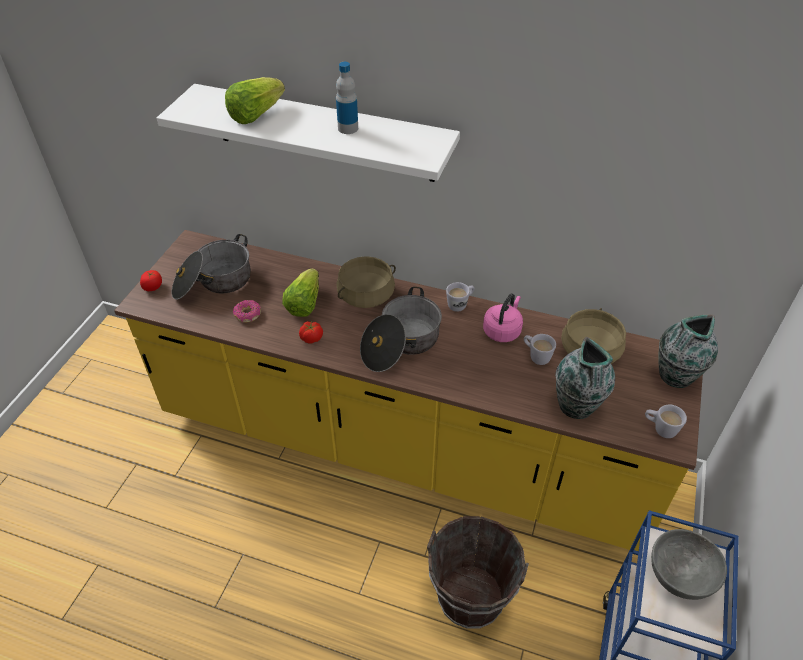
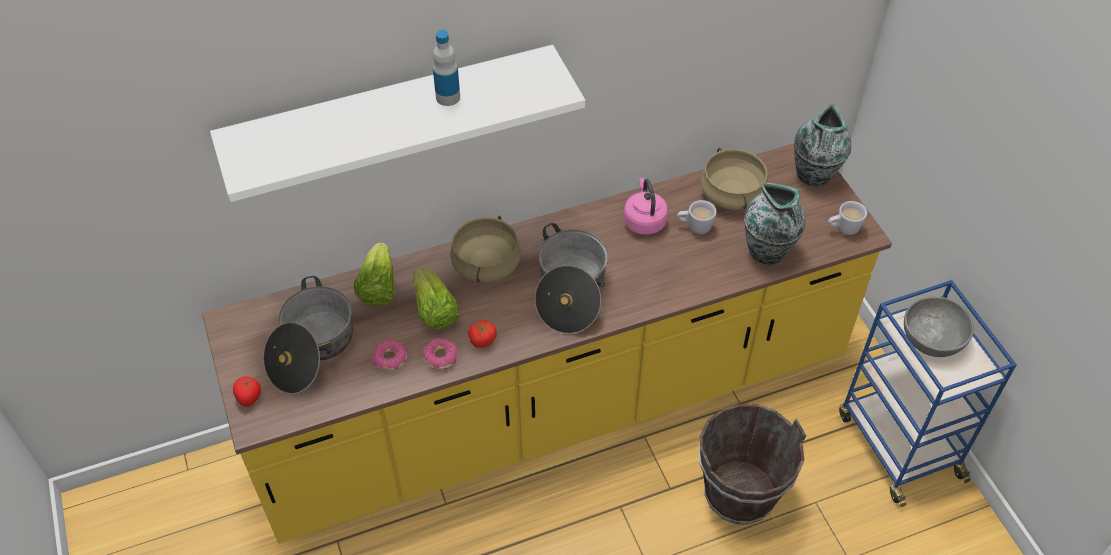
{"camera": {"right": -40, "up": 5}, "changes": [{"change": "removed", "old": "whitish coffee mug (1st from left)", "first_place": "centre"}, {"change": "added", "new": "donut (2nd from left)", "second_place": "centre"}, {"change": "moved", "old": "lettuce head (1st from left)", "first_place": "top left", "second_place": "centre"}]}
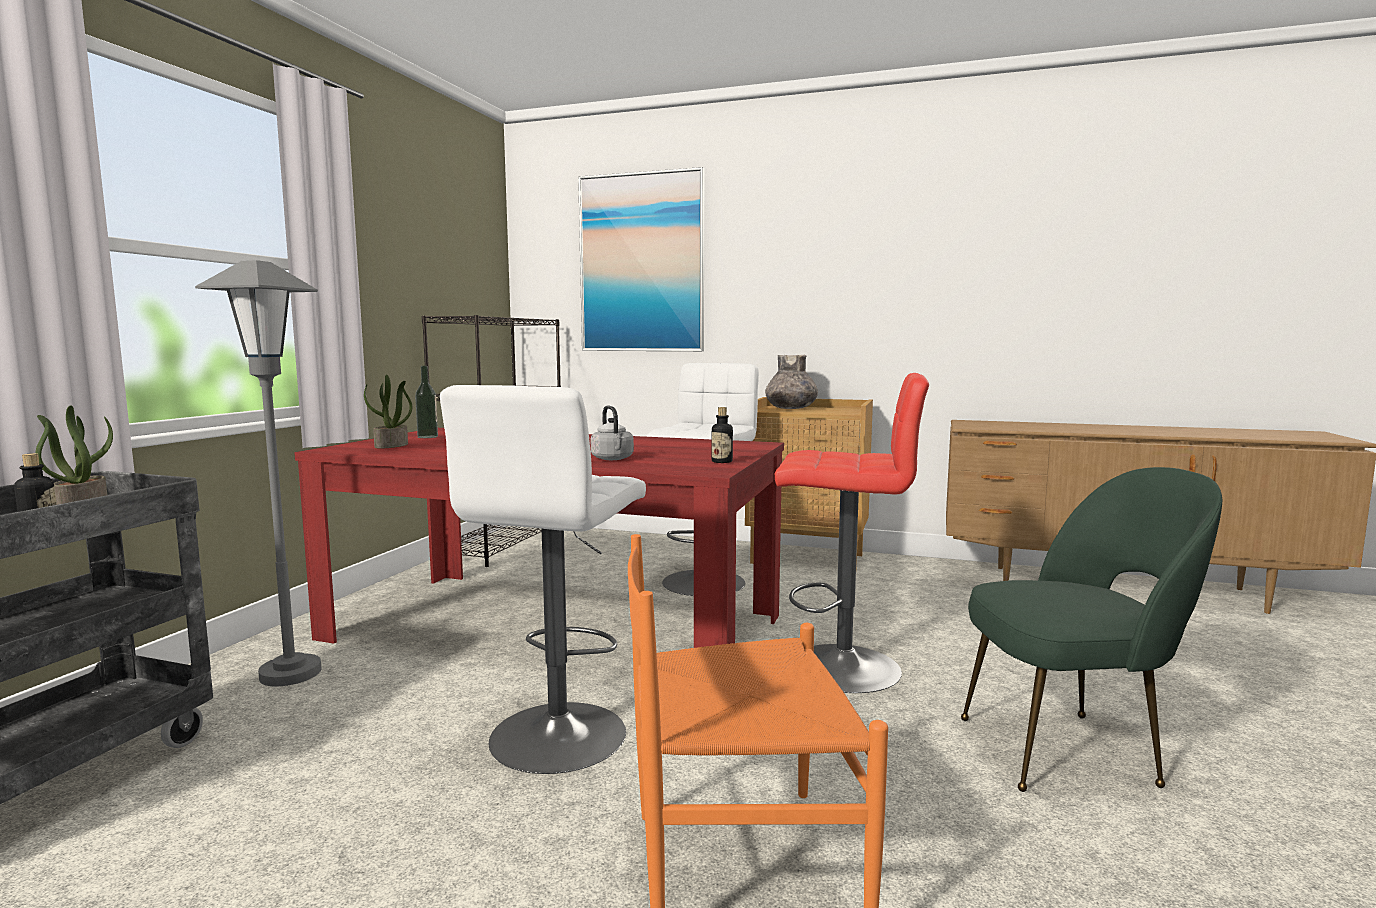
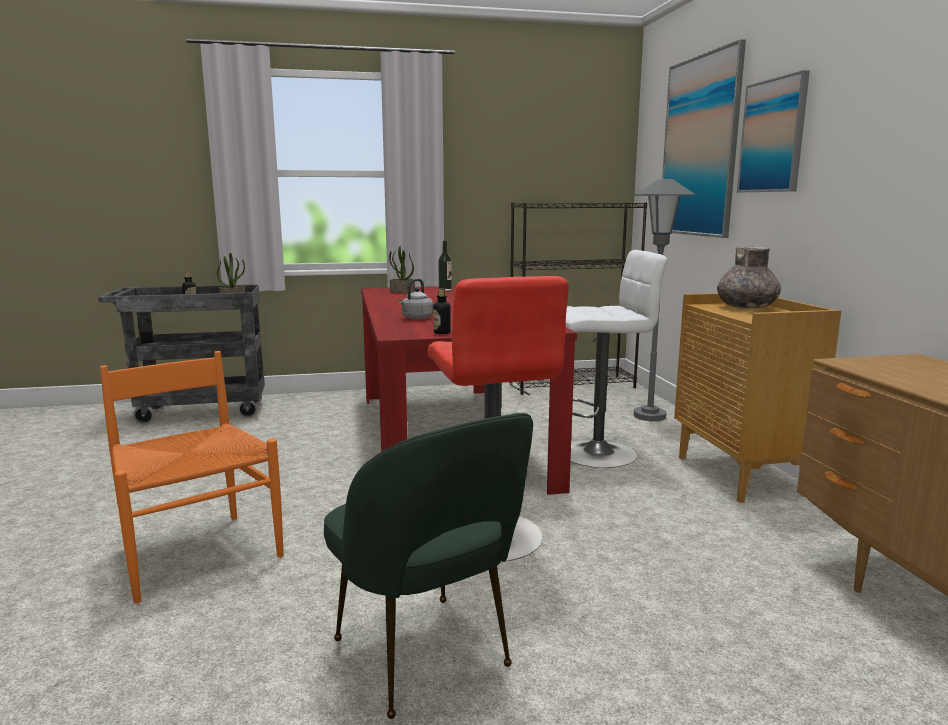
{"camera": {"right": 60, "up": 5}, "changes": [{"change": "removed", "old": "whitish stool seat (1st from left)", "first_place": "centre"}, {"change": "added", "new": "wall picture (2nd from left)", "second_place": "top right"}, {"change": "moved", "old": "grey standing lamp", "first_place": "middle left", "second_place": "middle right"}]}
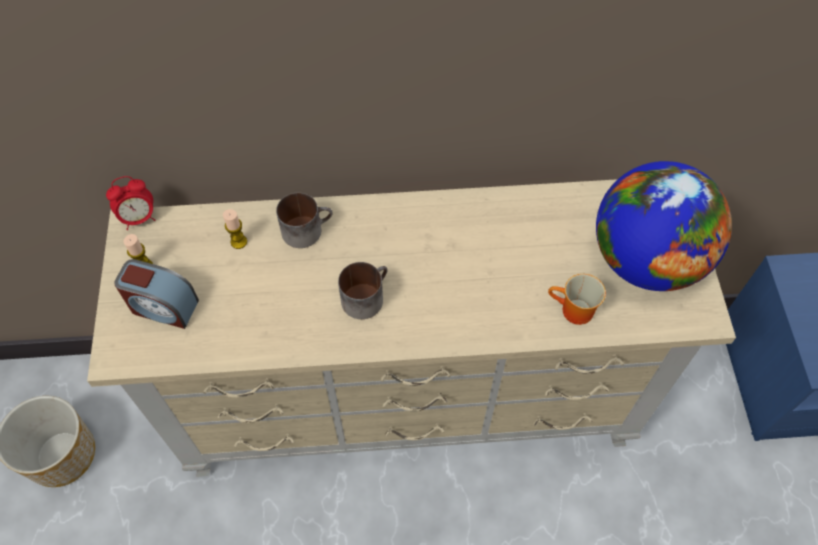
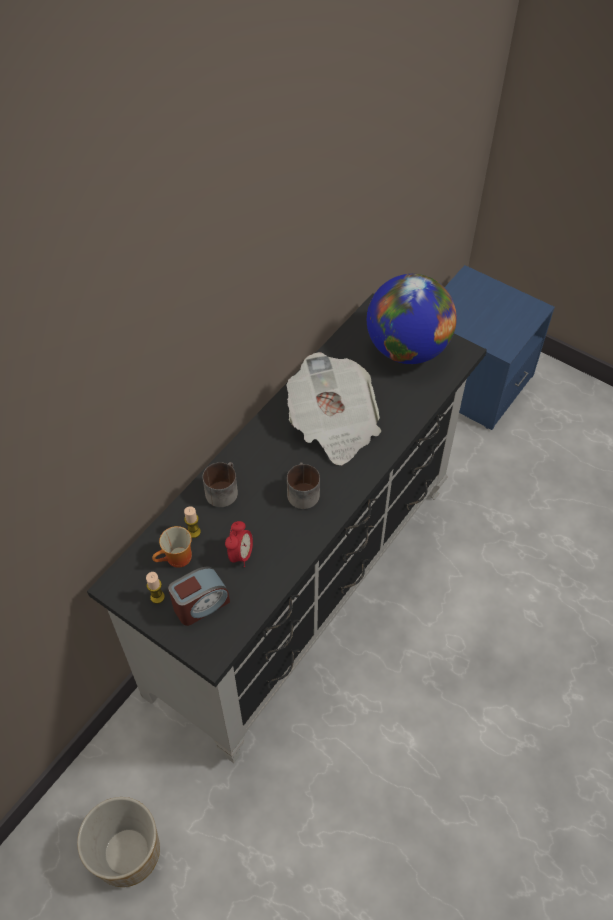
{"camera": {"right": -50, "up": -5}, "changes": [{"change": "added", "new": "newspaper", "second_place": "centre"}, {"change": "moved", "old": "table clock (1st from left in the first image)", "new": "table clock (2nd from left)", "first_place": "middle left", "second_place": "centre"}, {"change": "moved", "old": "coffee mug (3rd from left in the first image)", "new": "coffee mug (1st from left)", "first_place": "middle right", "second_place": "middle left"}, {"change": "recoloured", "old": "sand-coloured chest of drawers", "new": "black chest of drawers", "first_place": "centre", "second_place": "centre"}]}
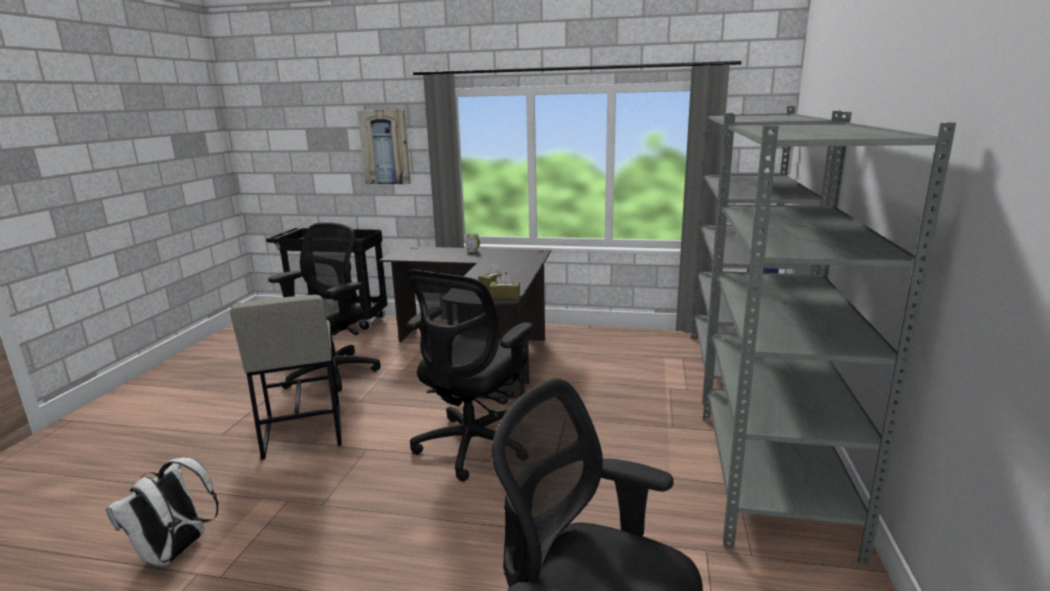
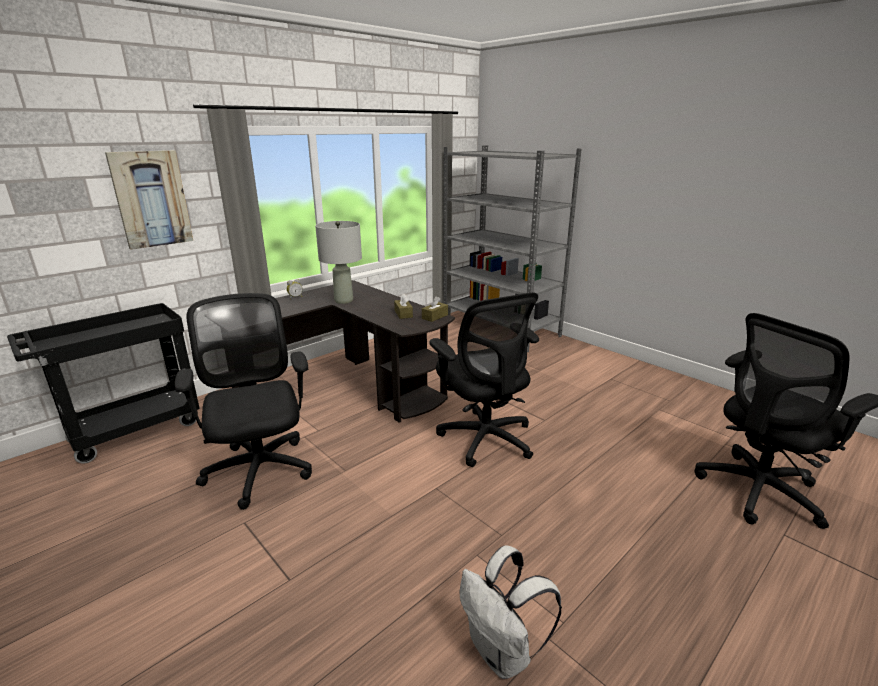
{"camera": {"right": -55, "up": 5}, "changes": [{"change": "removed", "old": "grey upright chair", "first_place": "middle left"}, {"change": "removed", "old": "grey bookcase (2nd from left)", "first_place": "middle right"}, {"change": "added", "new": "grey tabletop lamp", "second_place": "centre"}]}
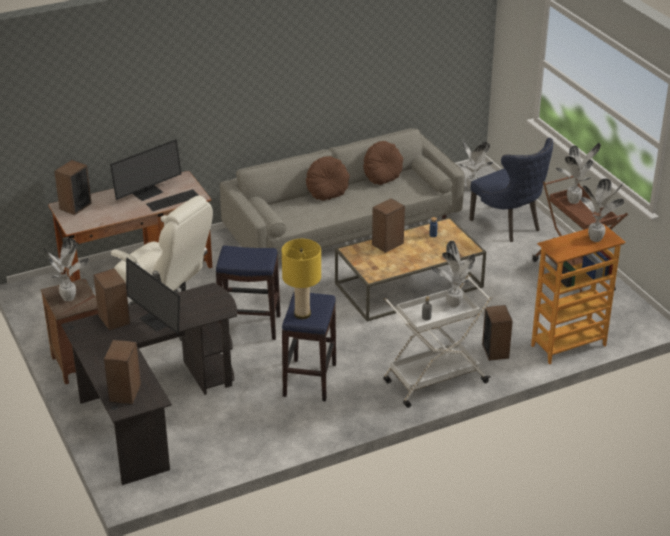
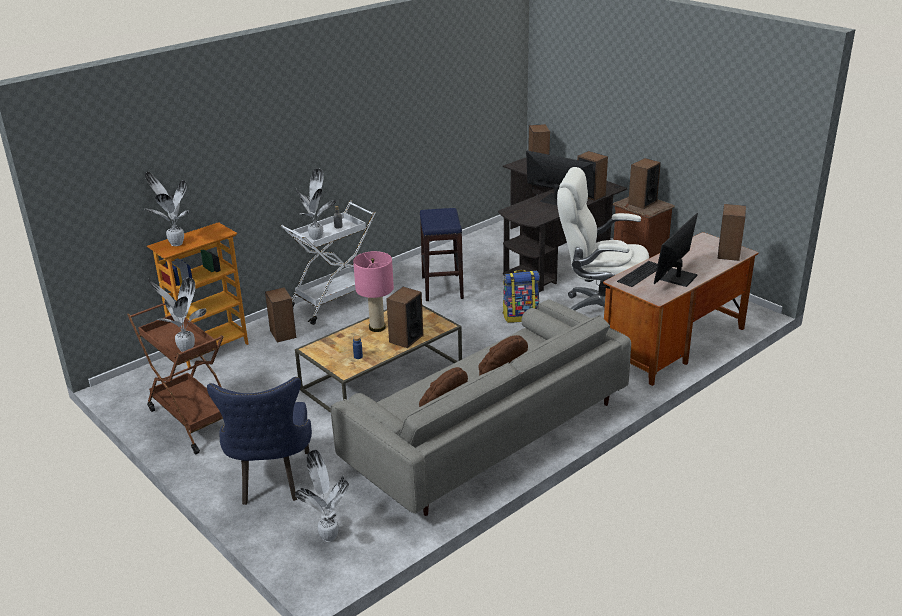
{"camera": {"right": 165, "up": -5}, "changes": [{"change": "removed", "old": "yellow tabletop lamp", "first_place": "centre"}, {"change": "added", "new": "pink-coloured tabletop lamp", "second_place": "centre"}, {"change": "replaced", "old": "plant in a pot (1st from left)", "new": "speaker (5th from left)", "first_place": "middle left", "second_place": "top right"}, {"change": "replaced", "old": "stool seat (1st from left)", "new": "rucksack", "first_place": "centre", "second_place": "centre"}, {"change": "turned", "old": "blue upright chair", "first_place": "middle right", "second_place": "bottom left", "degrees": -135}]}
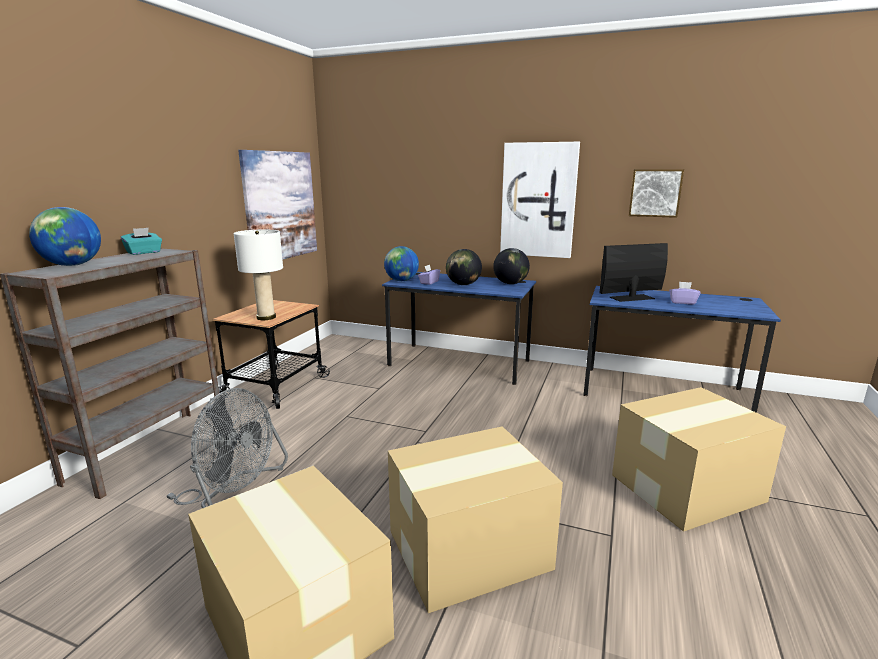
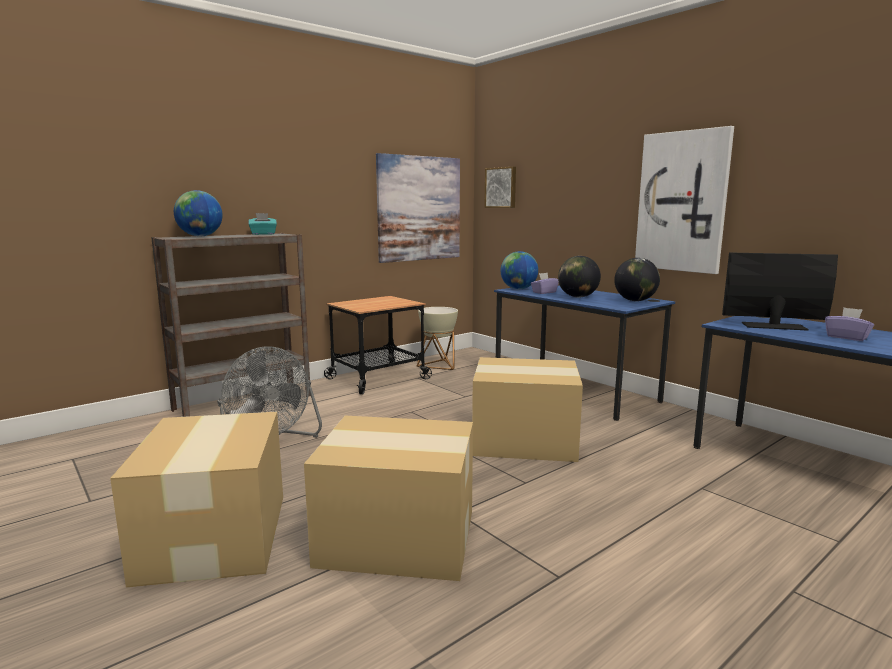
{"camera": {"right": 30, "up": -5}, "changes": [{"change": "removed", "old": "whitish tabletop lamp", "first_place": "middle left"}, {"change": "added", "new": "plant pot", "second_place": "centre"}, {"change": "moved", "old": "carton (3rd from left)", "first_place": "bottom right", "second_place": "centre"}, {"change": "moved", "old": "wall picture (3rd from left in the first image)", "new": "wall picture (2nd from left)", "first_place": "top right", "second_place": "top centre"}]}
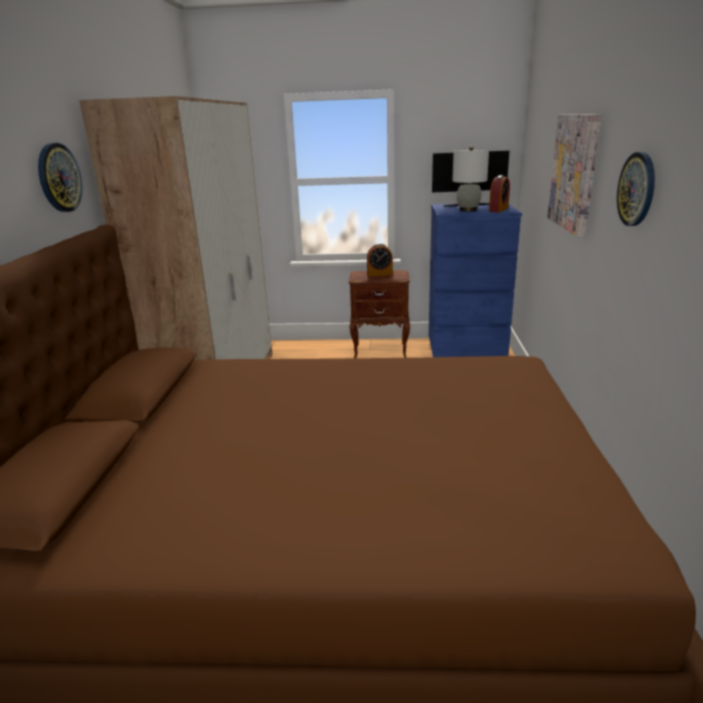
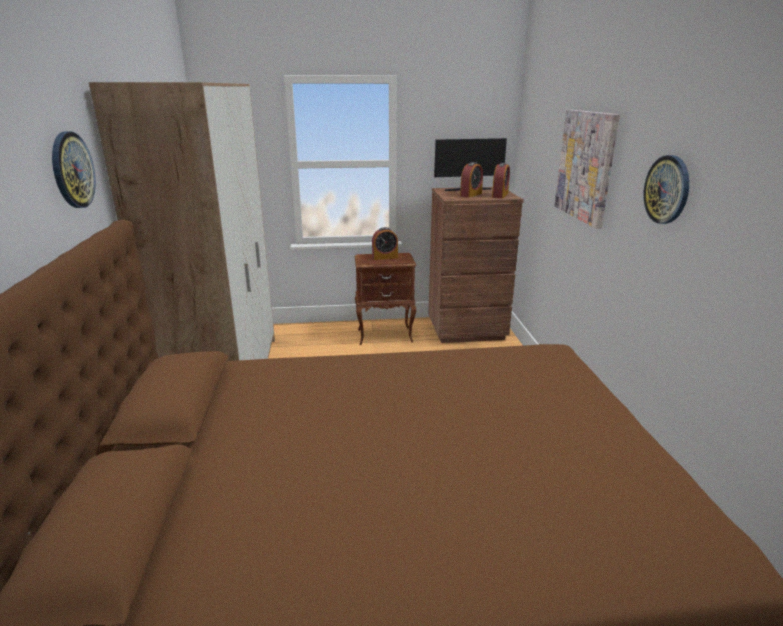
{"camera": {"right": -10, "up": 0}, "changes": [{"change": "replaced", "old": "whitish tabletop lamp", "new": "table clock (2nd from left)", "first_place": "top right", "second_place": "top centre"}, {"change": "recoloured", "old": "blue chest of drawers", "new": "brown-coloured chest of drawers", "first_place": "middle right", "second_place": "centre"}]}
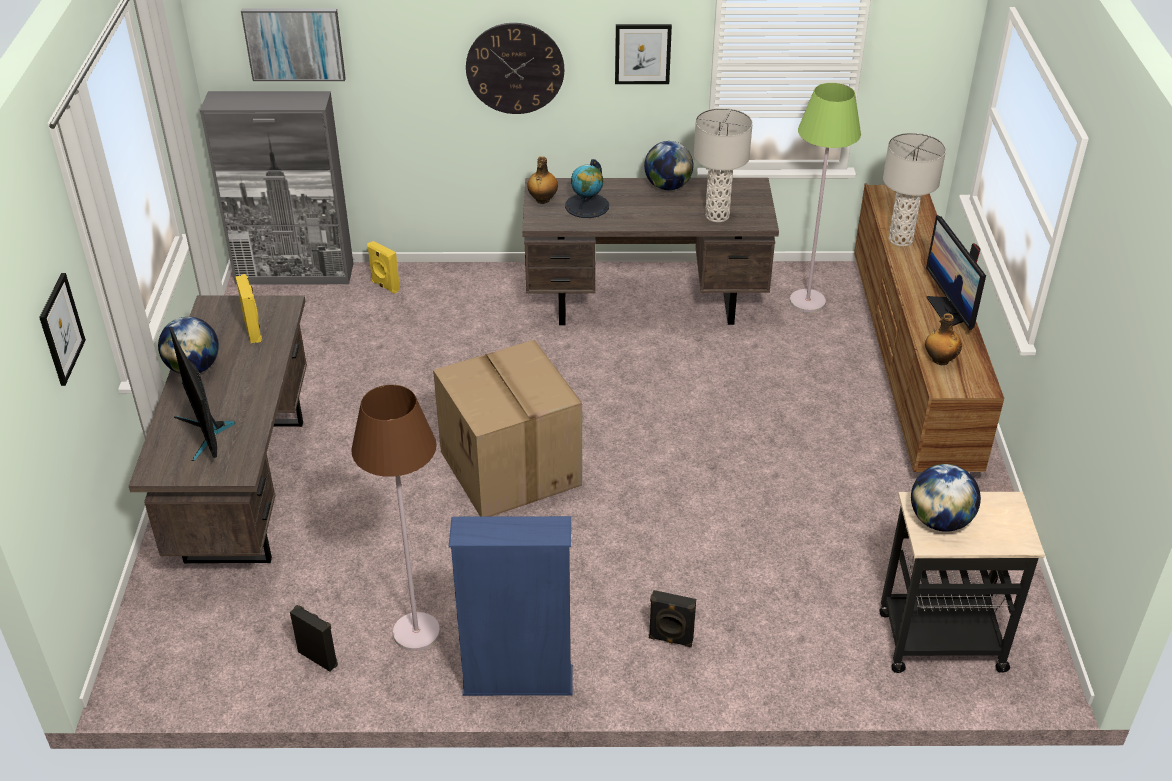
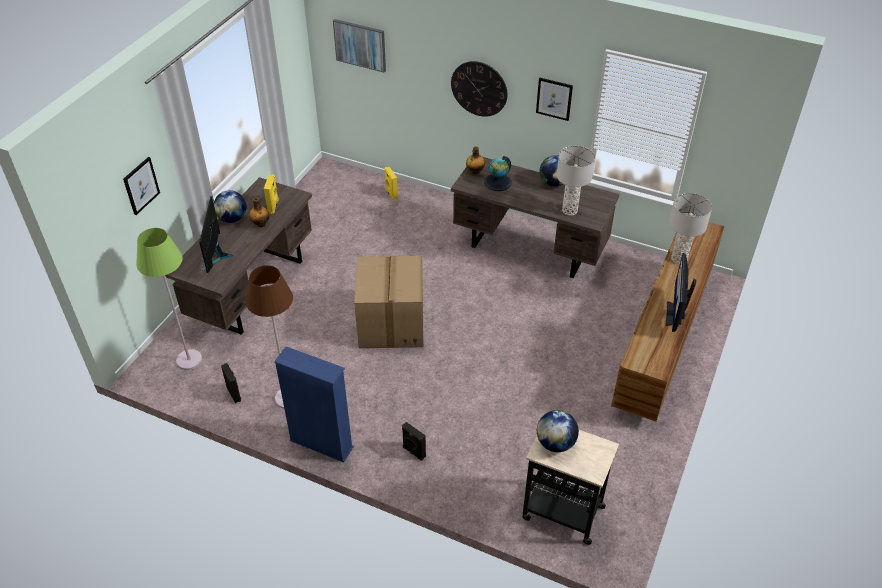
{"camera": {"right": 25, "up": 5}, "changes": [{"change": "removed", "old": "grey storage cabinet", "first_place": "top left"}, {"change": "moved", "old": "green standing lamp", "first_place": "top right", "second_place": "middle left"}, {"change": "moved", "old": "beverage bottle (2nd from left in the first image)", "new": "beverage bottle (1st from left)", "first_place": "middle right", "second_place": "middle left"}]}
